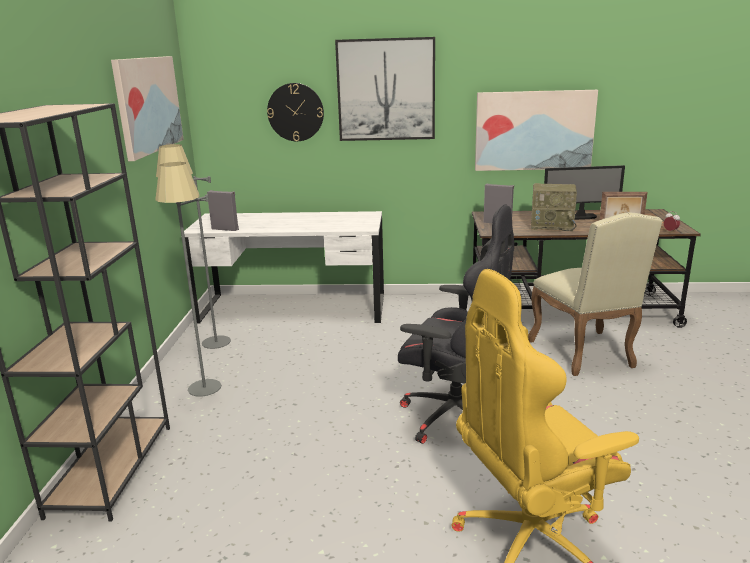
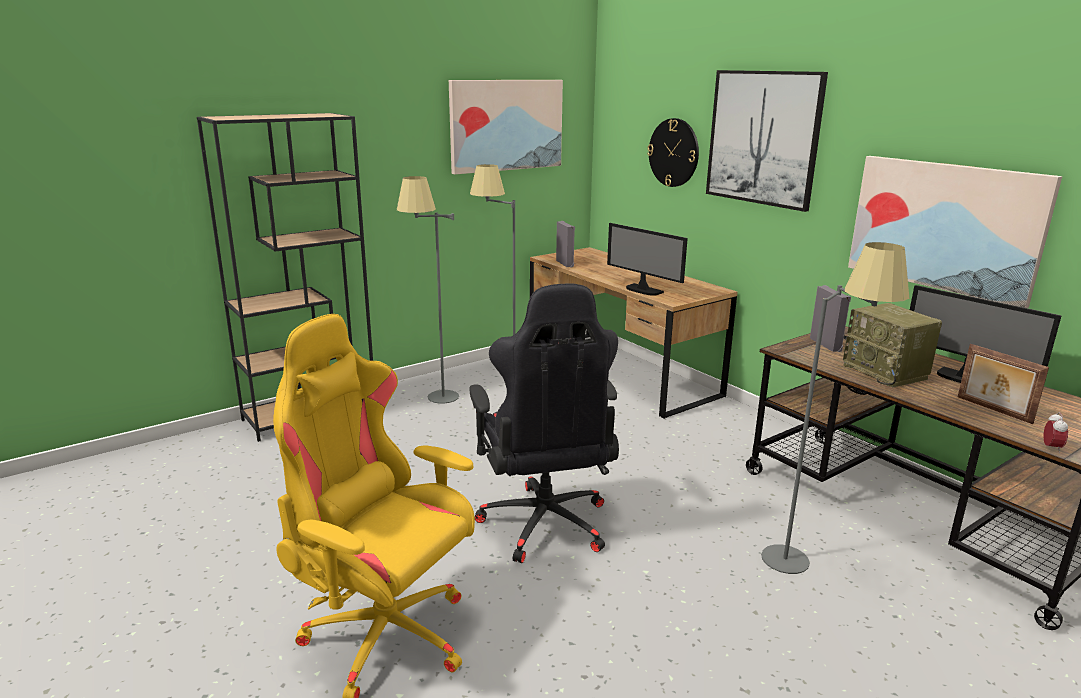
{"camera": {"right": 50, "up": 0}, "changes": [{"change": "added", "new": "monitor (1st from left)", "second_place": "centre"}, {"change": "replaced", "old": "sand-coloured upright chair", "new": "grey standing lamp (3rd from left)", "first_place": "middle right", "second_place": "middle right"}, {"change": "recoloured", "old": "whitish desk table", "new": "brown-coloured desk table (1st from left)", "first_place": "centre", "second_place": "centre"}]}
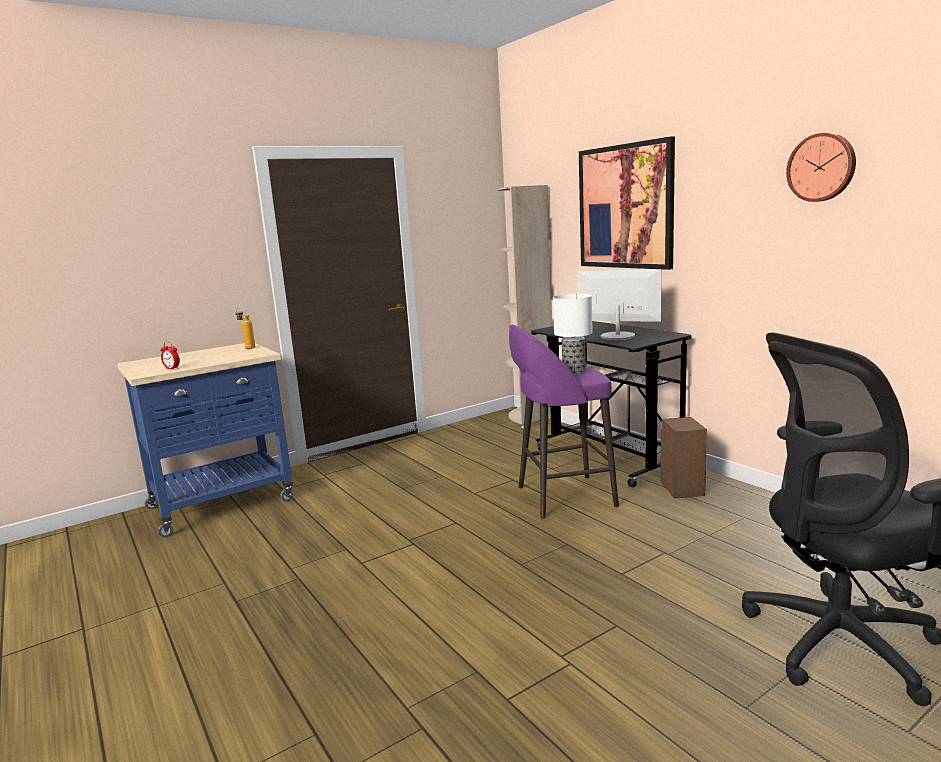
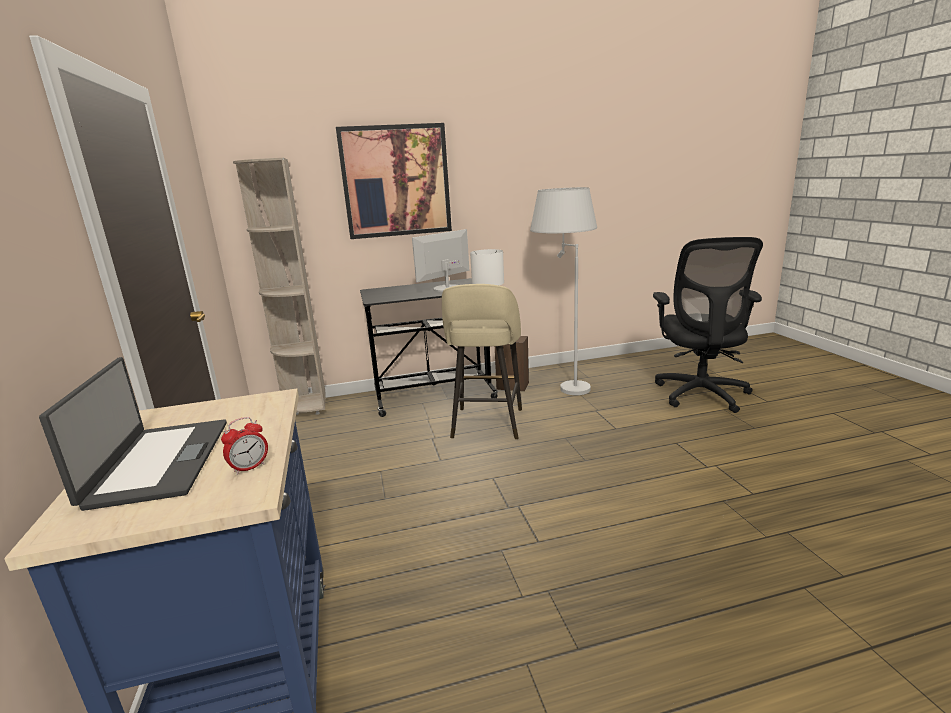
{"camera": {"right": -70, "up": 5}, "changes": [{"change": "removed", "old": "beverage bottle", "first_place": "middle left"}, {"change": "removed", "old": "hanging clock", "first_place": "top right"}, {"change": "added", "new": "laptop", "second_place": "middle left"}, {"change": "added", "new": "whitish standing lamp", "second_place": "centre"}, {"change": "recoloured", "old": "purplish stool seat", "new": "sand-coloured stool seat", "first_place": "centre", "second_place": "centre"}]}
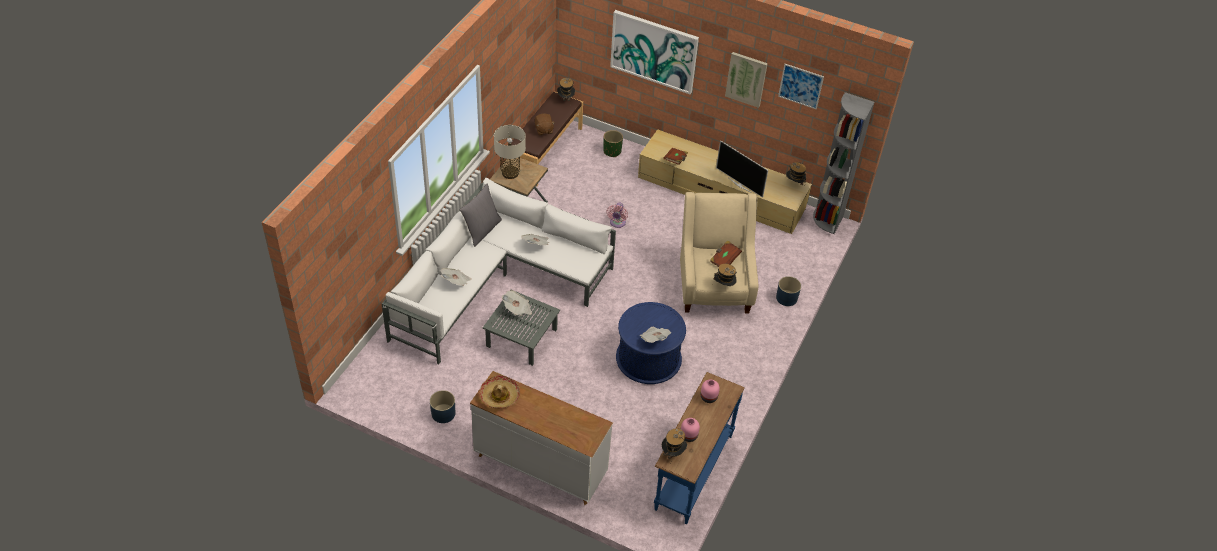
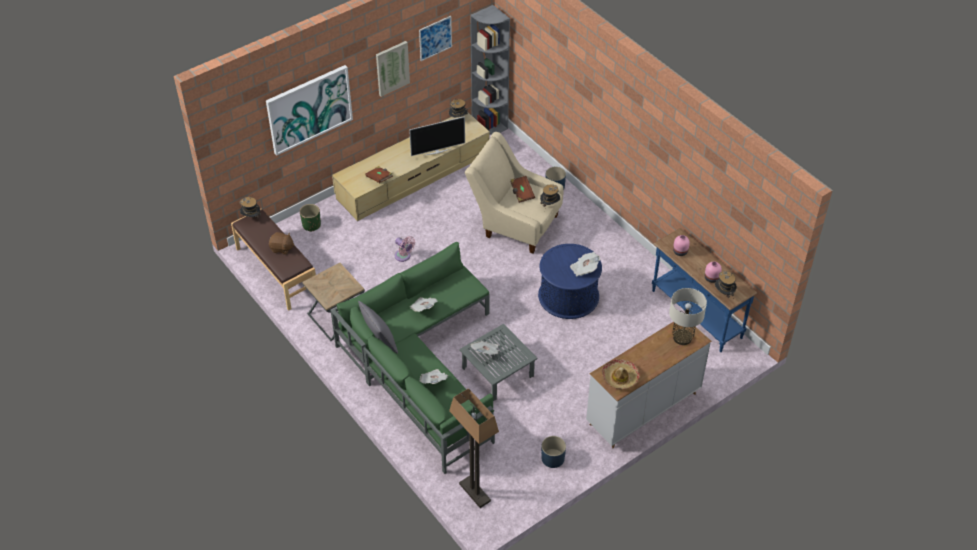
{"camera": {"right": -60, "up": 0}, "changes": [{"change": "added", "new": "standing lamp", "second_place": "bottom centre"}, {"change": "moved", "old": "tabletop lamp", "first_place": "top centre", "second_place": "middle right"}, {"change": "recoloured", "old": "whitish couch", "new": "green couch", "first_place": "centre", "second_place": "centre"}]}
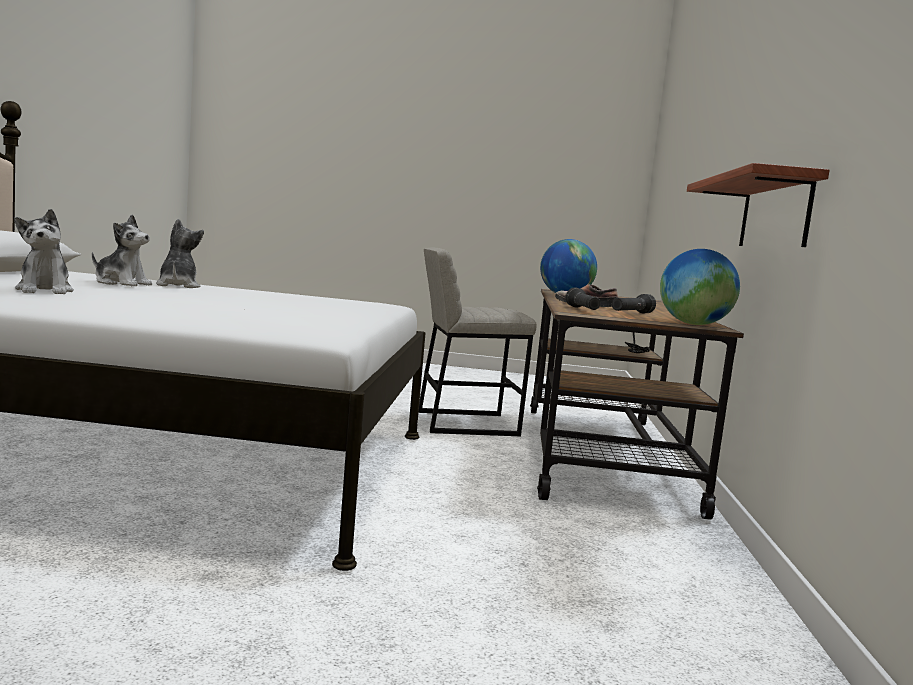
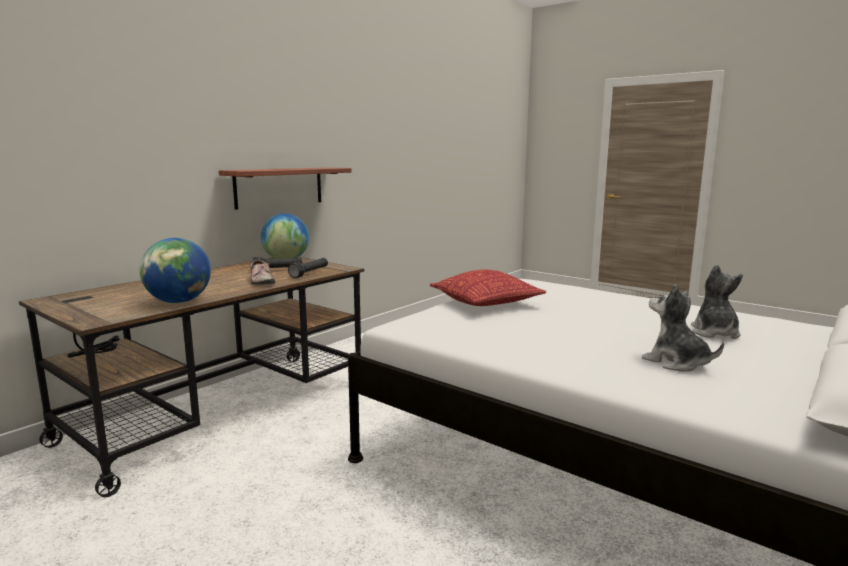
{"camera": {"right": -145, "up": 5}, "changes": [{"change": "removed", "old": "soft toy (3rd from left)", "first_place": "middle left"}, {"change": "removed", "old": "grey upright chair", "first_place": "centre"}, {"change": "added", "new": "reddish pillow", "second_place": "centre"}]}
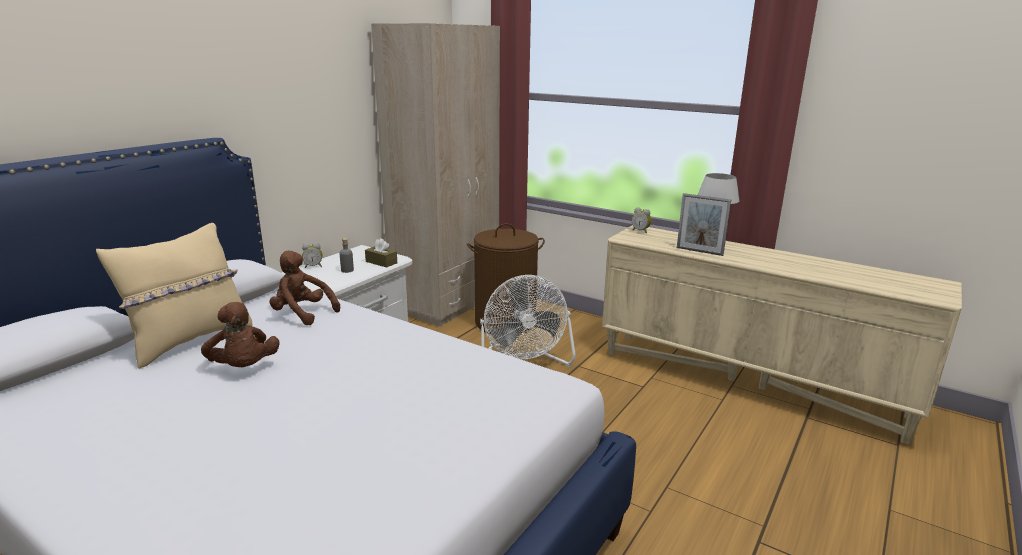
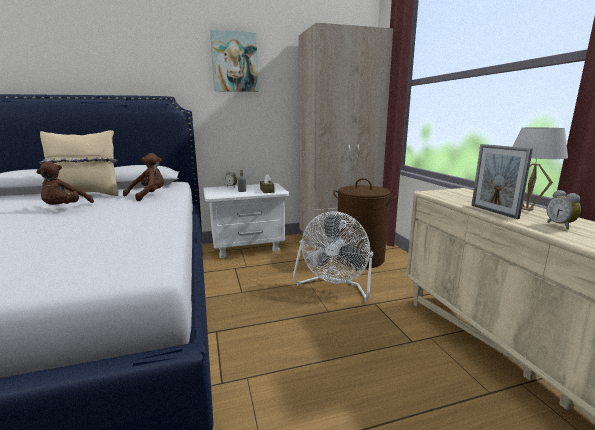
{"camera": {"right": 40, "up": -5}, "changes": [{"change": "added", "new": "wall picture", "second_place": "top centre"}, {"change": "moved", "old": "table clock (2nd from left)", "first_place": "centre", "second_place": "middle right"}, {"change": "turned", "old": "brown-coloured soft toy (2nd from left)", "first_place": "middle left", "second_place": "middle left", "degrees": 60}]}
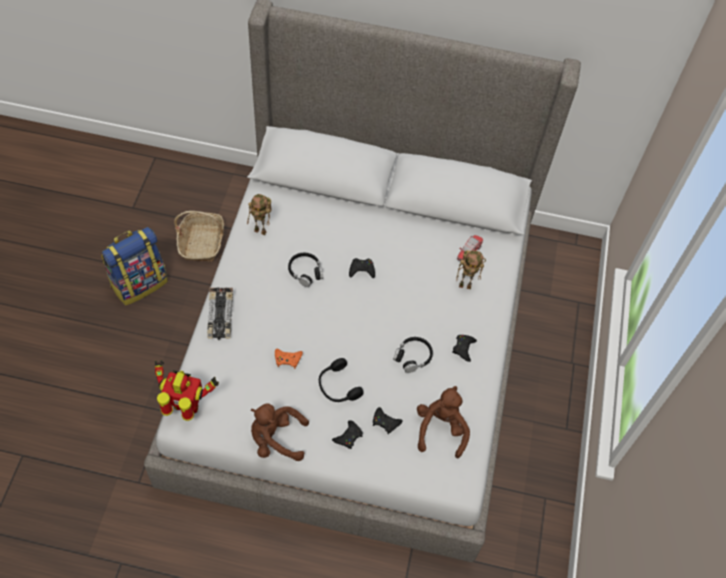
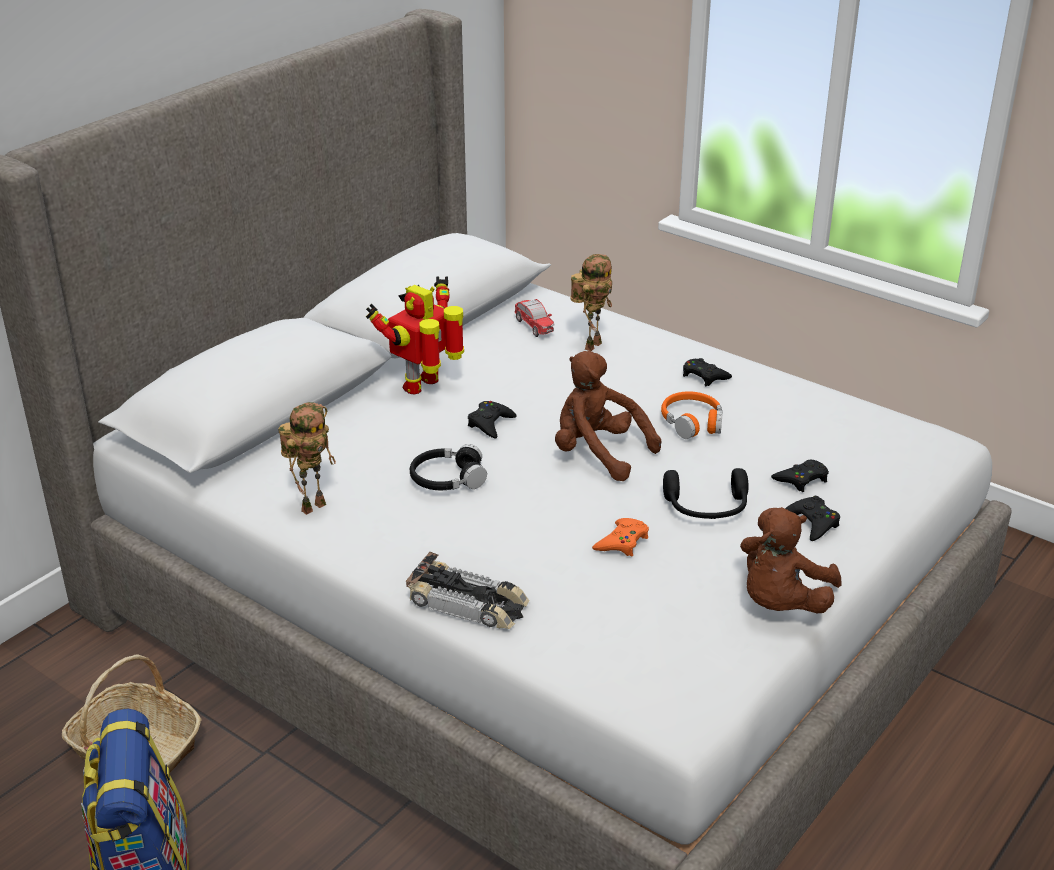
{"camera": {"right": -60, "up": -25}, "changes": [{"change": "moved", "old": "robot figure (1st from left in the first image)", "new": "robot figure (2nd from left)", "first_place": "bottom left", "second_place": "centre"}, {"change": "moved", "old": "brown-coloured soft toy (2nd from left in the first image)", "new": "brown-coloured soft toy (1st from left)", "first_place": "bottom centre", "second_place": "centre"}, {"change": "recoloured", "old": "black headset (3rd from left)", "new": "orange-coloured headset", "first_place": "centre", "second_place": "centre"}]}
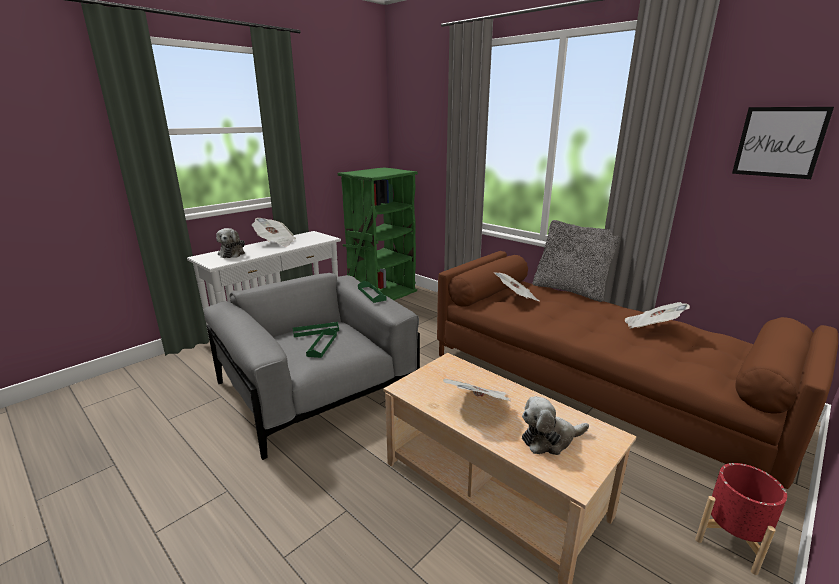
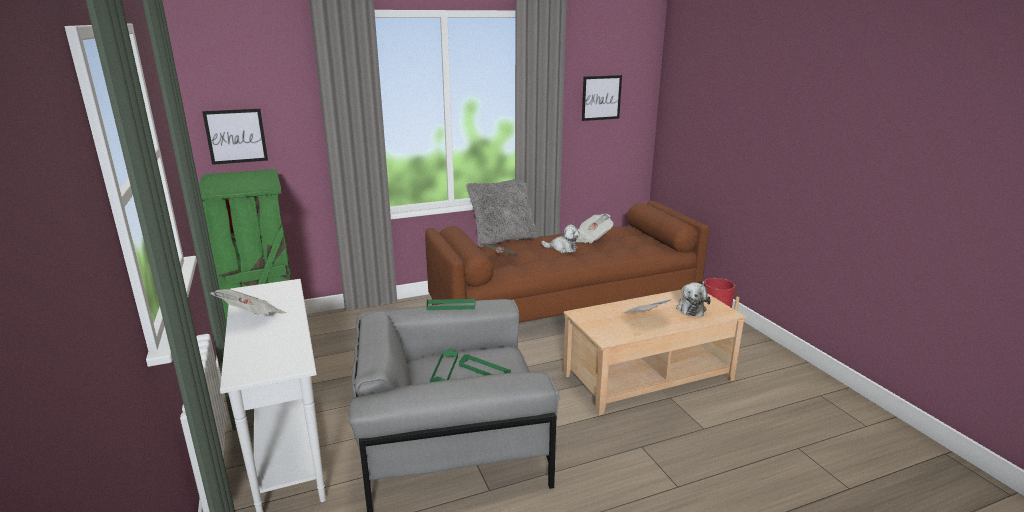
{"camera": {"right": -65, "up": 0}, "changes": [{"change": "added", "new": "wall picture (1st from left)", "second_place": "top left"}, {"change": "moved", "old": "soft toy (1st from left)", "first_place": "middle left", "second_place": "centre"}]}
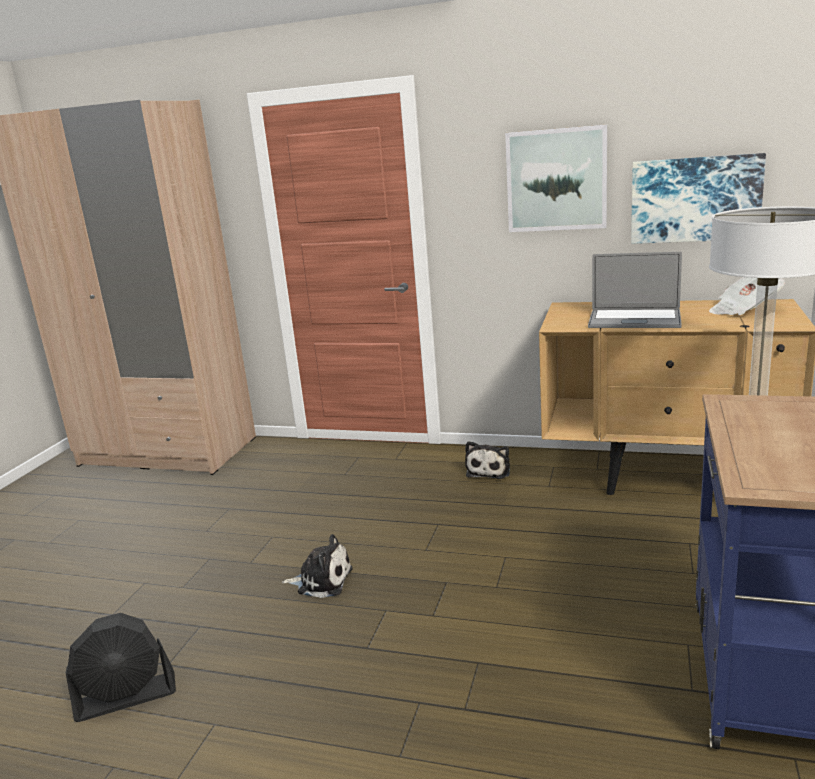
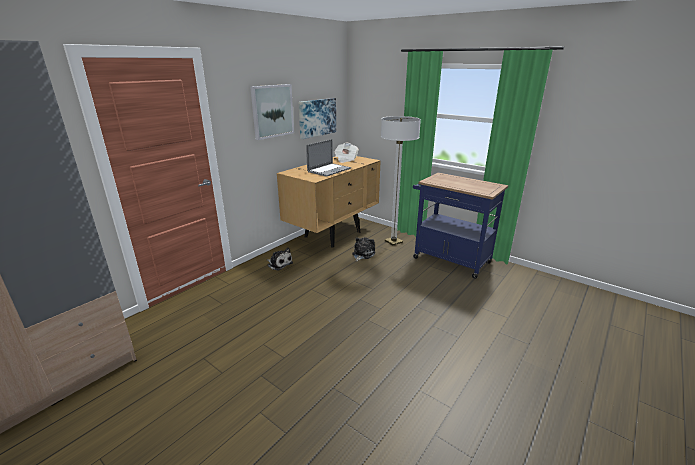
{"camera": {"right": -70, "up": 5}, "changes": [{"change": "removed", "old": "black cooling fan", "first_place": "bottom left"}, {"change": "moved", "old": "soft toy (1st from left in the first image)", "new": "soft toy (2nd from left)", "first_place": "bottom centre", "second_place": "centre"}]}
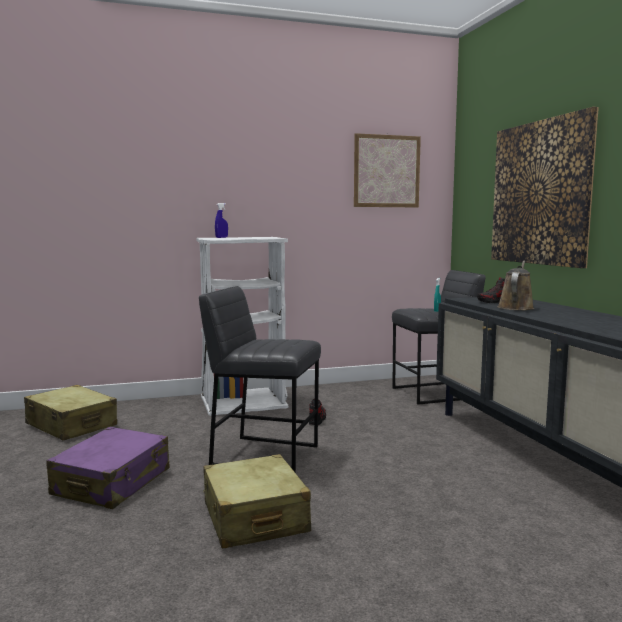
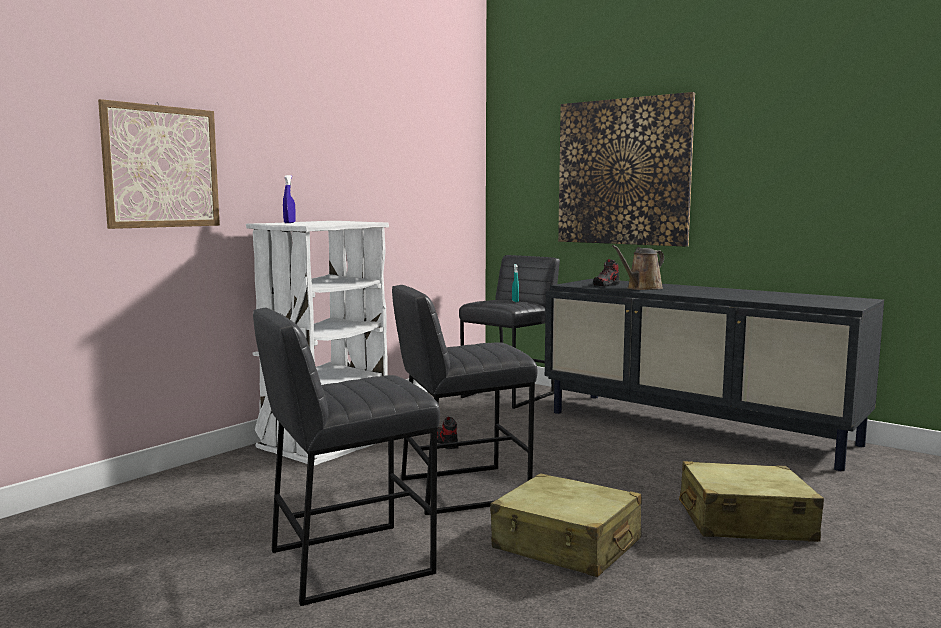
{"camera": {"right": -35, "up": 0}, "changes": [{"change": "moved", "old": "sand-coloured suitcase (1st from left in the first image)", "new": "sand-coloured suitcase (2nd from left)", "first_place": "middle left", "second_place": "bottom right"}, {"change": "moved", "old": "wall picture (1st from left)", "first_place": "top centre", "second_place": "top left"}, {"change": "replaced", "old": "purplish suitcase", "new": "grey stool seat (1st from left)", "first_place": "bottom left", "second_place": "bottom centre"}, {"change": "turned", "old": "brown-coloured watering can", "first_place": "middle right", "second_place": "middle right", "degrees": -120}]}
